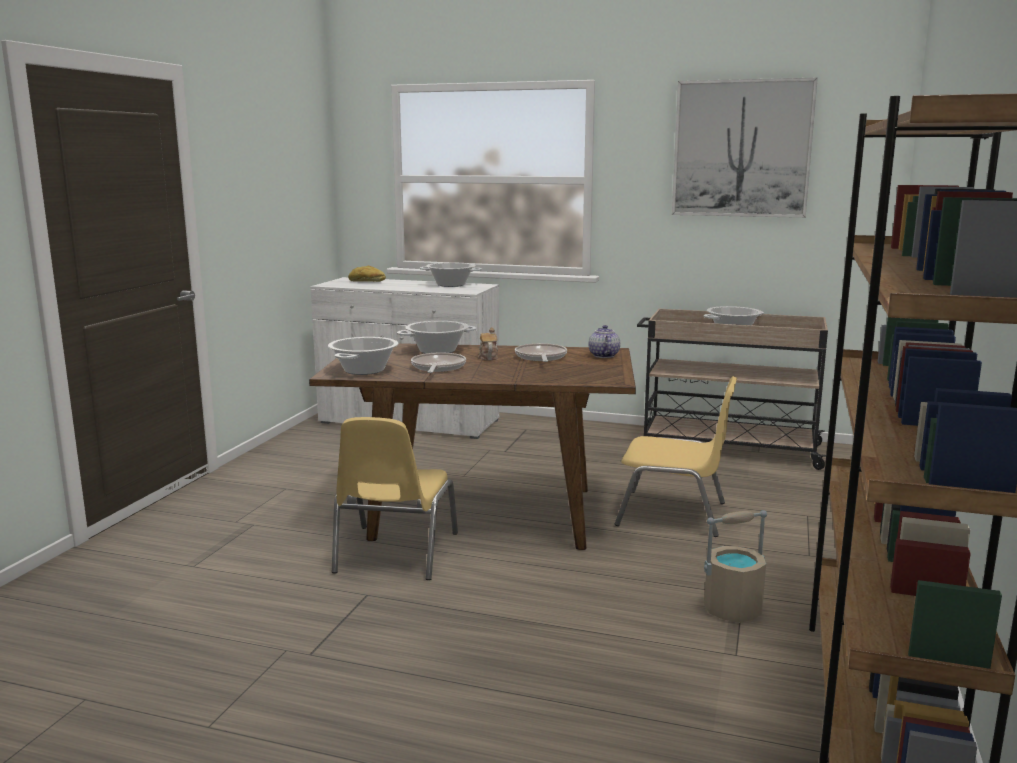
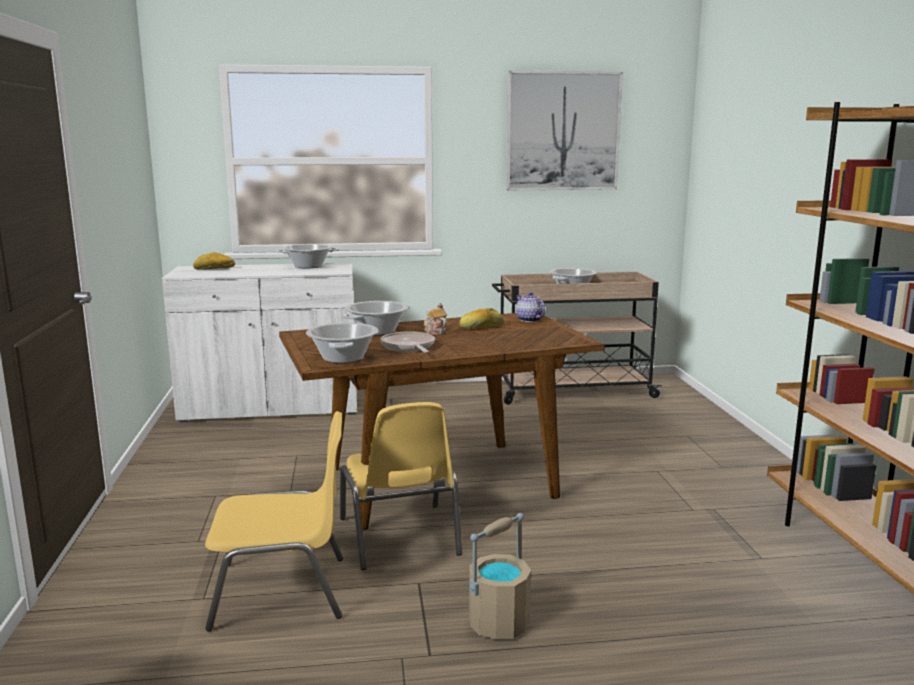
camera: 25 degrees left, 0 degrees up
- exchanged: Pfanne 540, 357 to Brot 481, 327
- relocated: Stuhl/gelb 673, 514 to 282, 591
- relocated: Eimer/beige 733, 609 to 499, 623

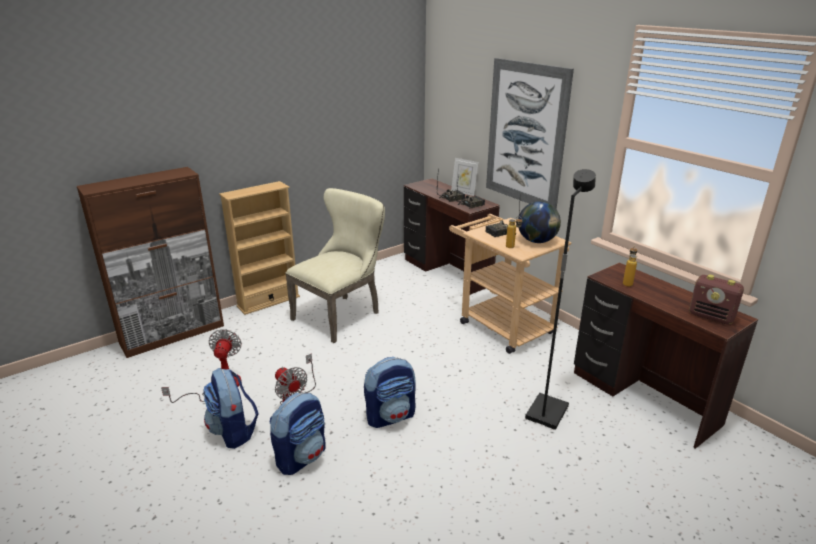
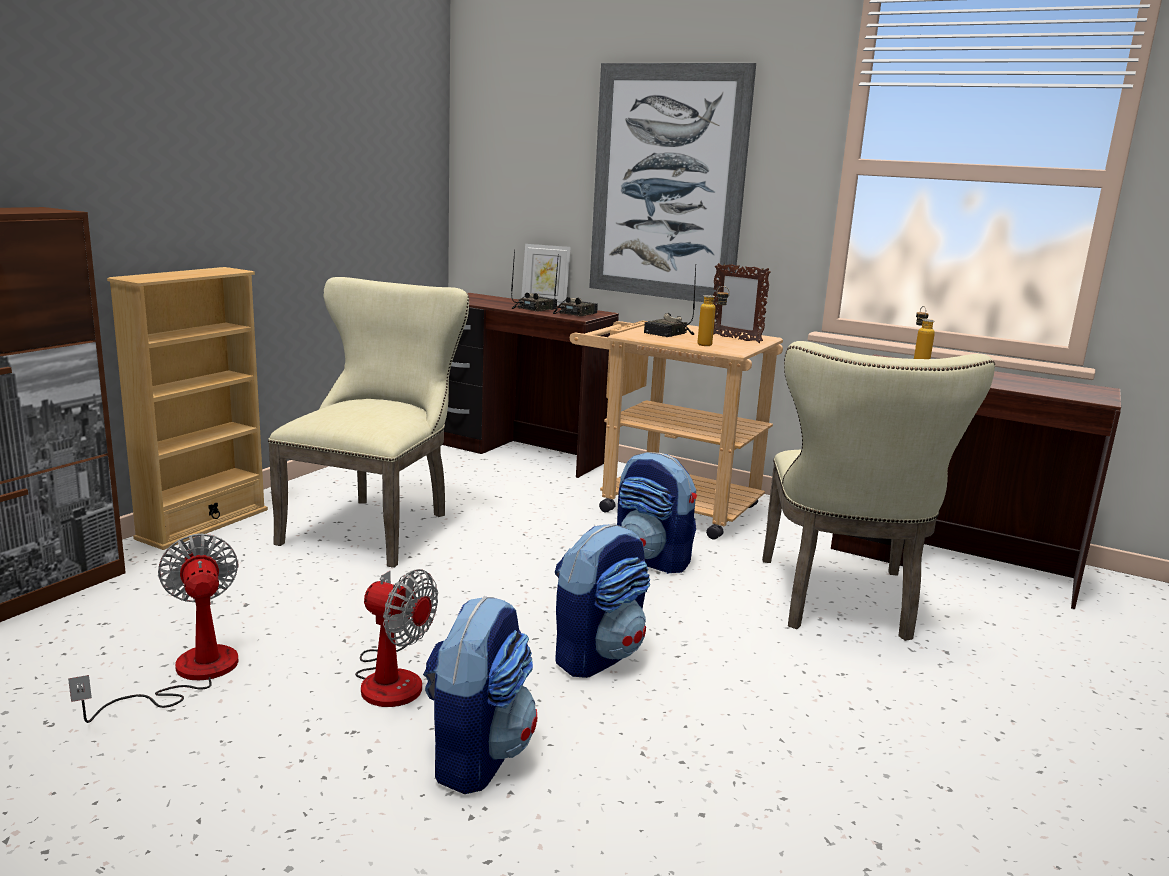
camera: 25 degrees left, 10 degrees down
- relocated: Rucksack 234, 431 to 653, 559
- exchanged: Globus 537, 241 to Bilderrahmen 735, 339
- exchanged: Stehlampe/schwarz 546, 412 to Stuhl/beige 841, 603
- missing: Radio 711, 317

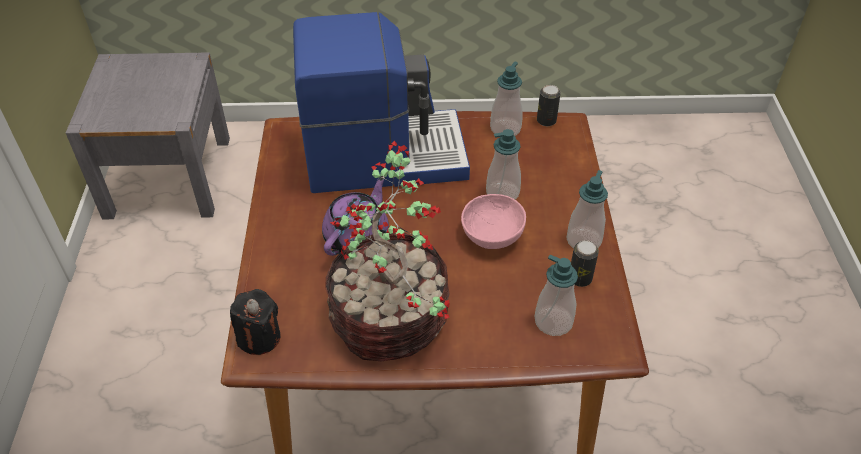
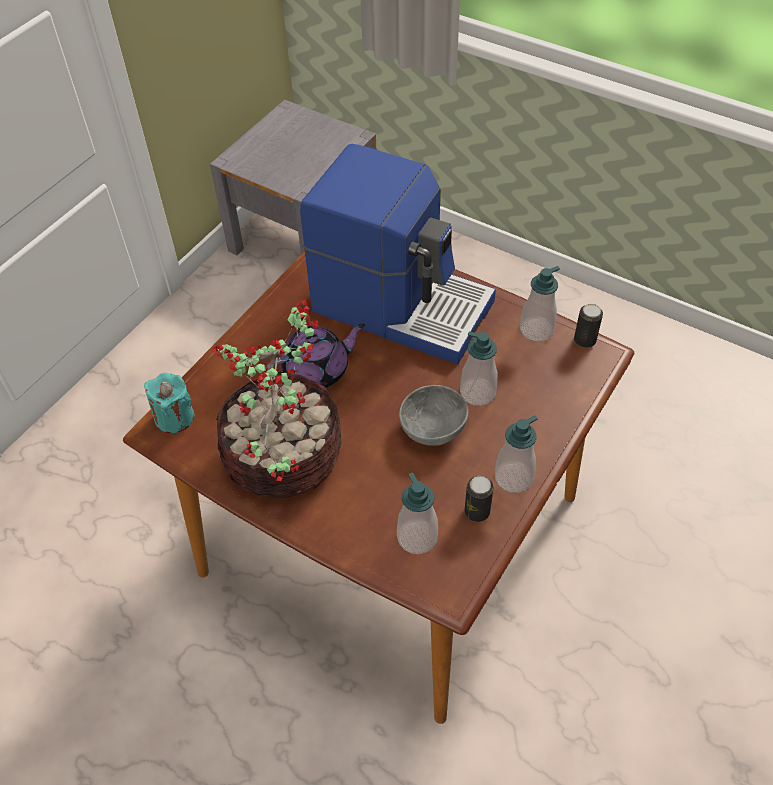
camera: 35 degrees right, 5 degrees up
- colour: Kerze/schwarz 259, 337 to Kerze/türkis 174, 417
- colour: Schüssel/rosa 491, 235 to Schüssel/grau 431, 428

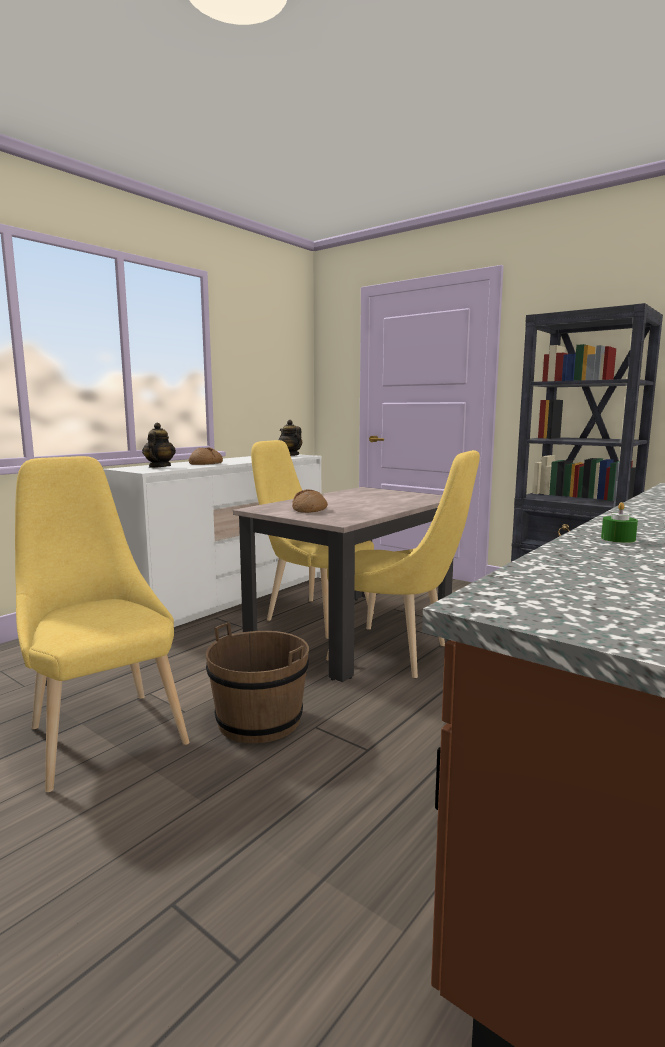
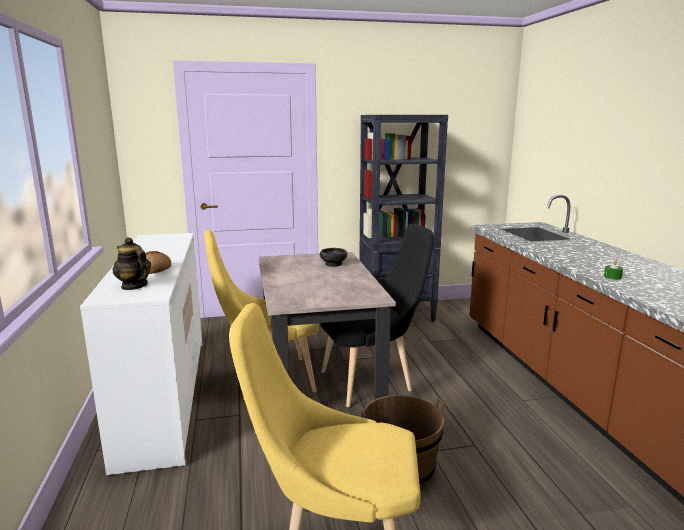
camera: 50 degrees left, 5 degrees up
- missing: Teekanne 290, 455
- missing: Brot 309, 509
- colour: Stuhl/gelb 396, 654 to Stuhl/schwarz 372, 381
- appeared: Schüssel 333, 264

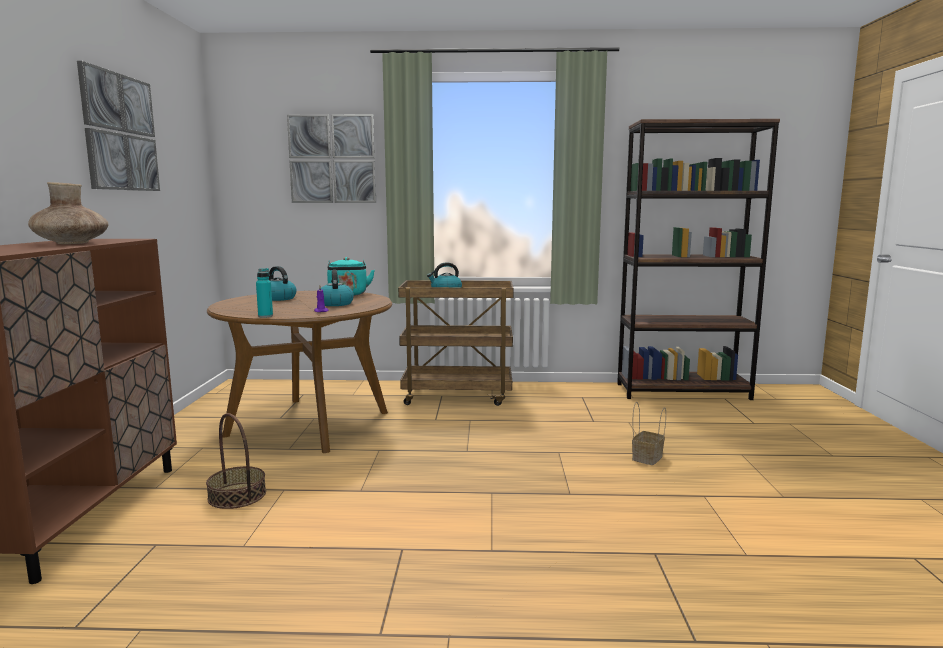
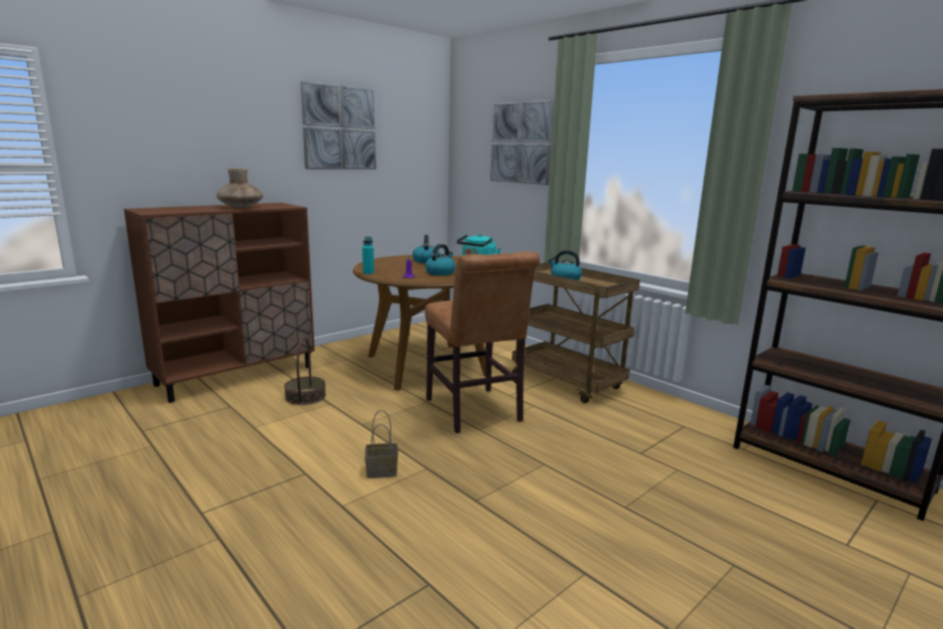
camera: 45 degrees right, 5 degrees up
- relocated: Korb 647, 457 to 383, 470
- appeared: Stuhl/braun 475, 412

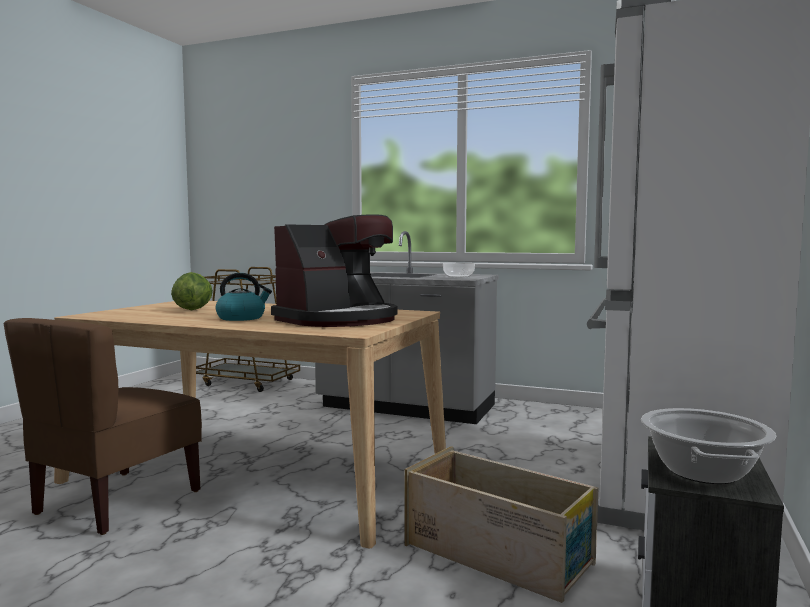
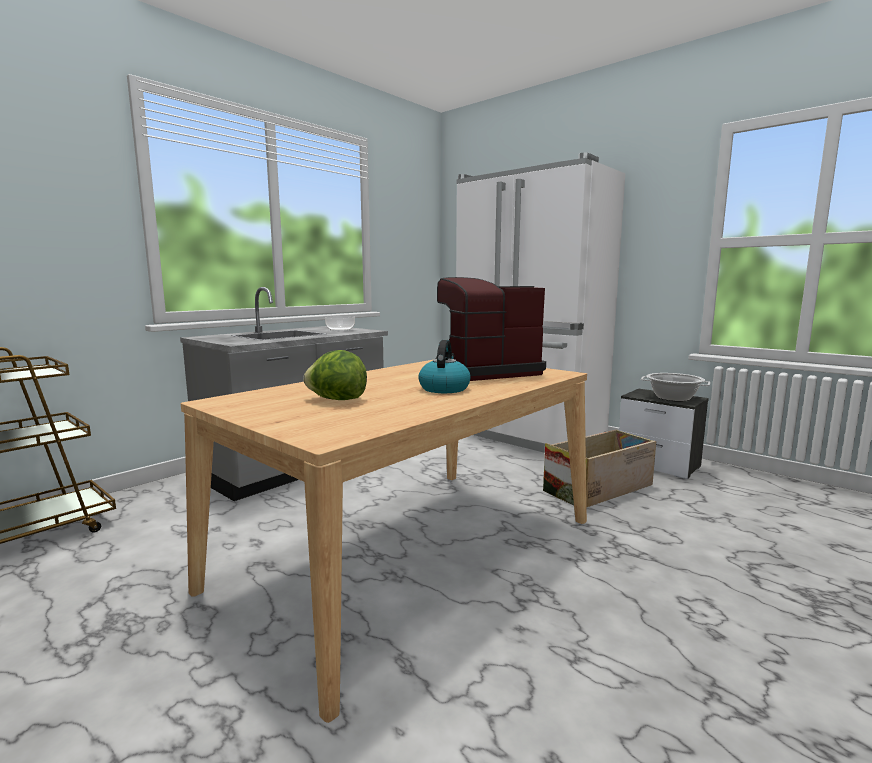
camera: 70 degrees left, 5 degrees up
- missing: Stuhl/braun 116, 502
- spun: Kaffeemaschine 338, 320 = 485, 372 90 degrees counterclockwise

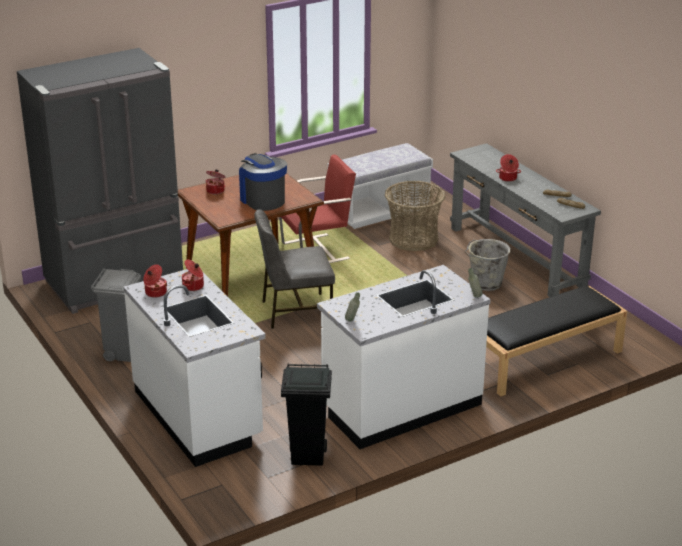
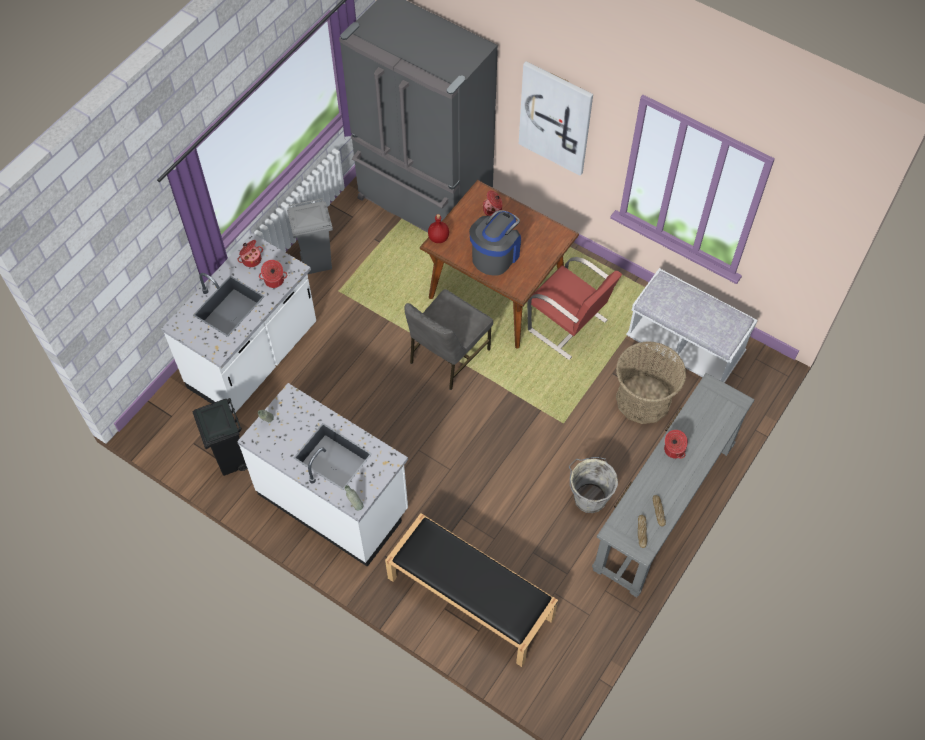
camera: 65 degrees right, 30 degrees up
- spun: Stuhl/grau 295, 311 = 448, 356 105 degrees counterclockwise
- appeared: Flasche/rot 439, 238
- appeared: Bild 555, 118

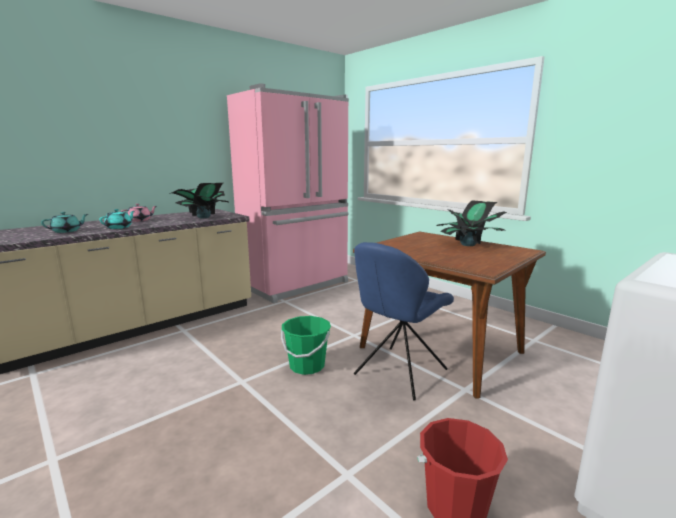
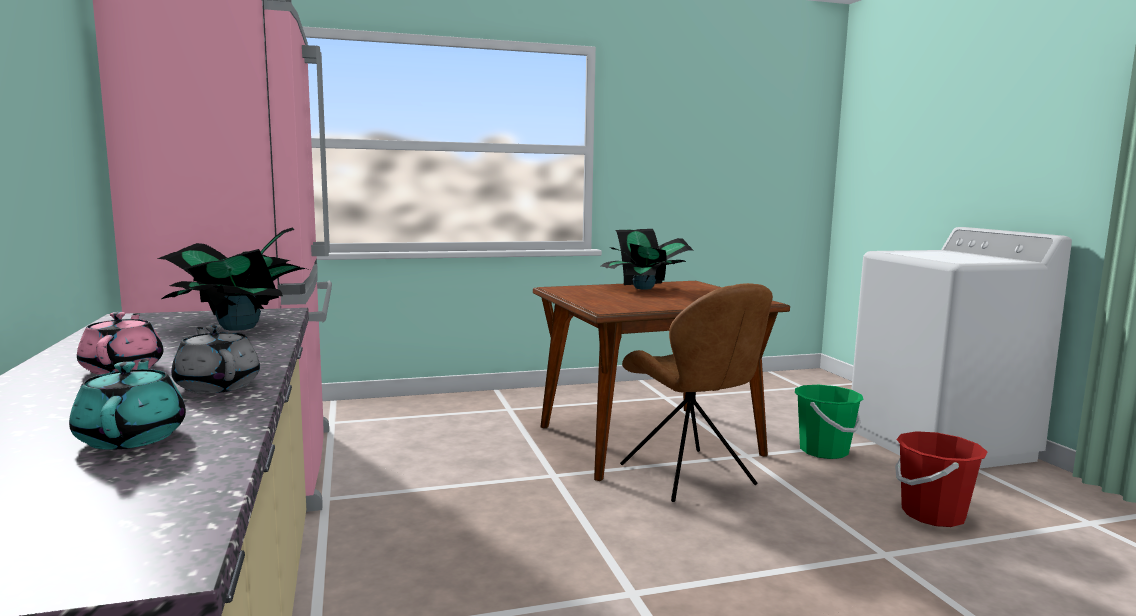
camera: 65 degrees left, 5 degrees down
- colour: Teekanne/türkis 119, 227 to Teekanne/grau 217, 386
- relocated: Eimer/grün 307, 366 to 823, 451
- colour: Stuhl/blau 398, 373 to Stuhl/braun 689, 476

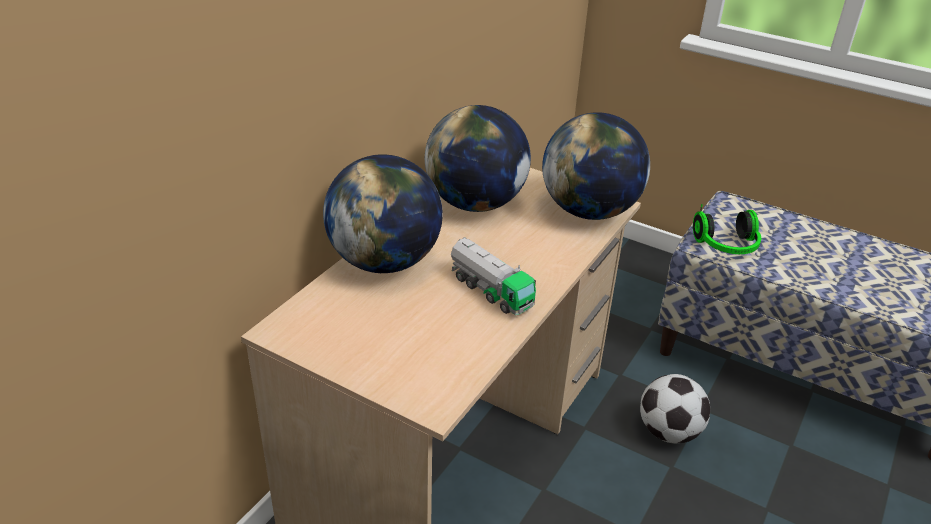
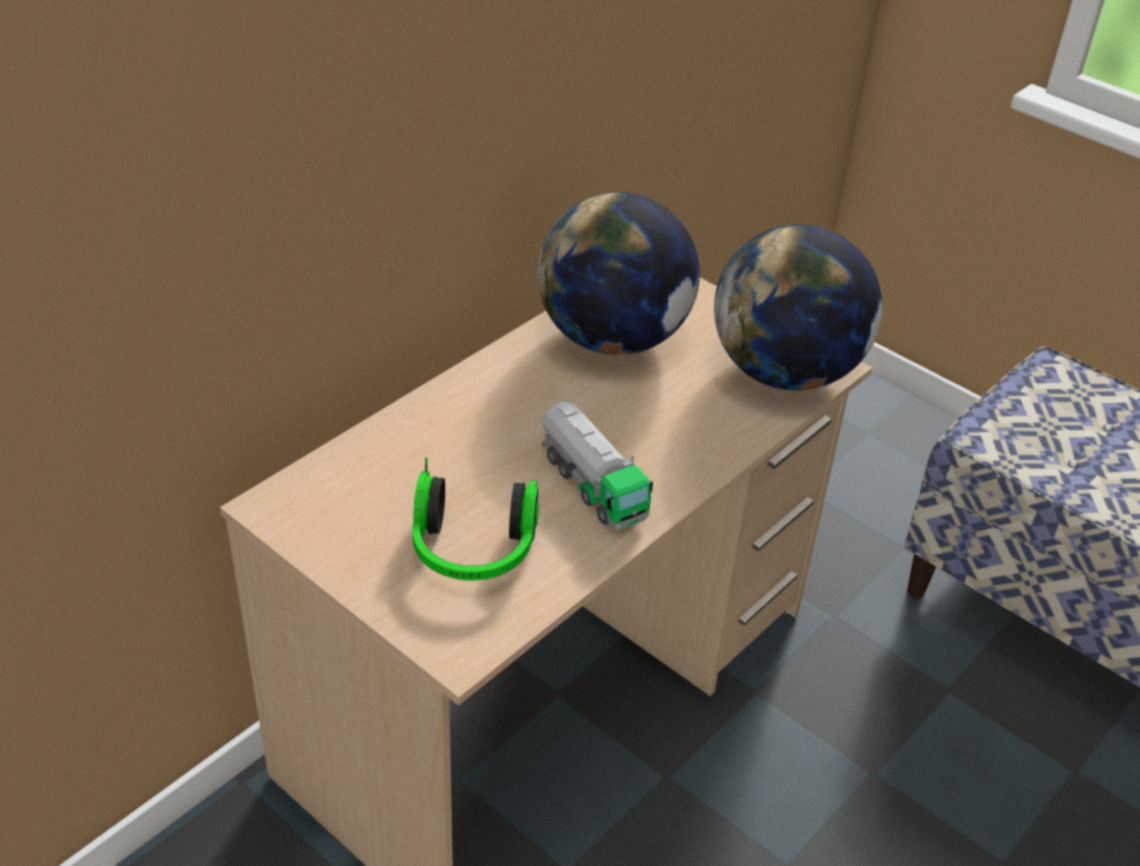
camera: 10 degrees right, 5 degrees up
- missing: Globus 384, 261
- missing: Fußball 669, 431
- relocated: Kopfhörer 727, 247 to 472, 552

